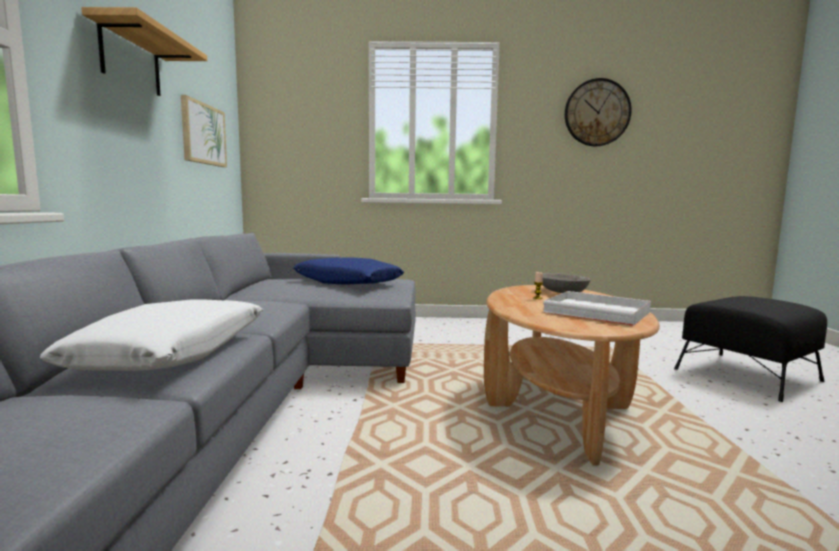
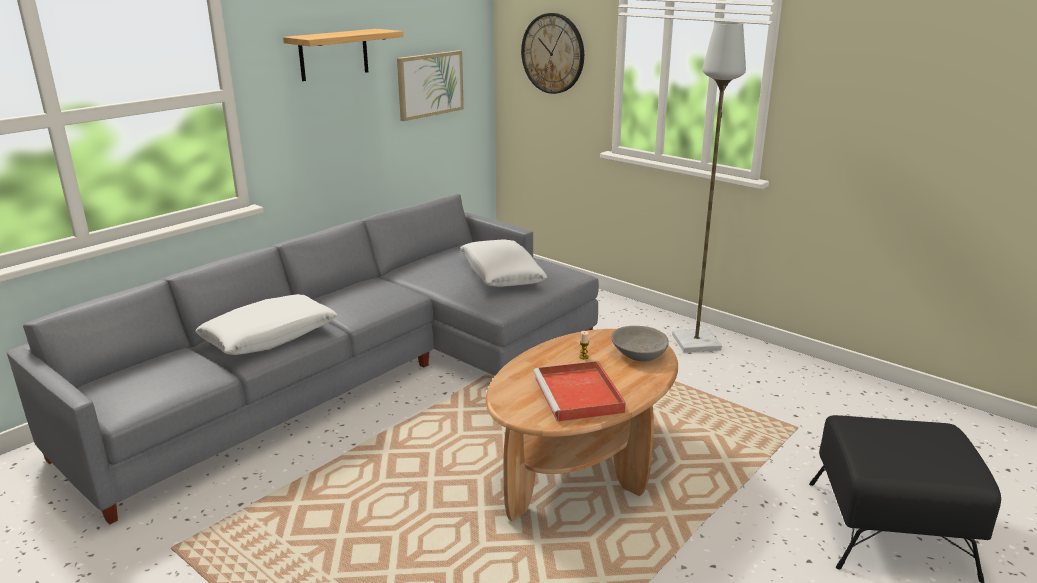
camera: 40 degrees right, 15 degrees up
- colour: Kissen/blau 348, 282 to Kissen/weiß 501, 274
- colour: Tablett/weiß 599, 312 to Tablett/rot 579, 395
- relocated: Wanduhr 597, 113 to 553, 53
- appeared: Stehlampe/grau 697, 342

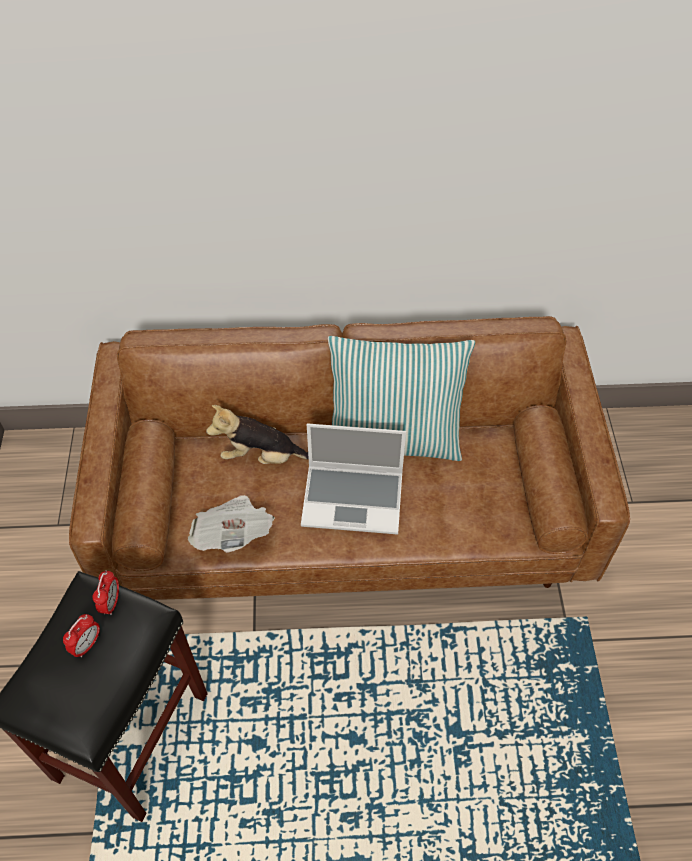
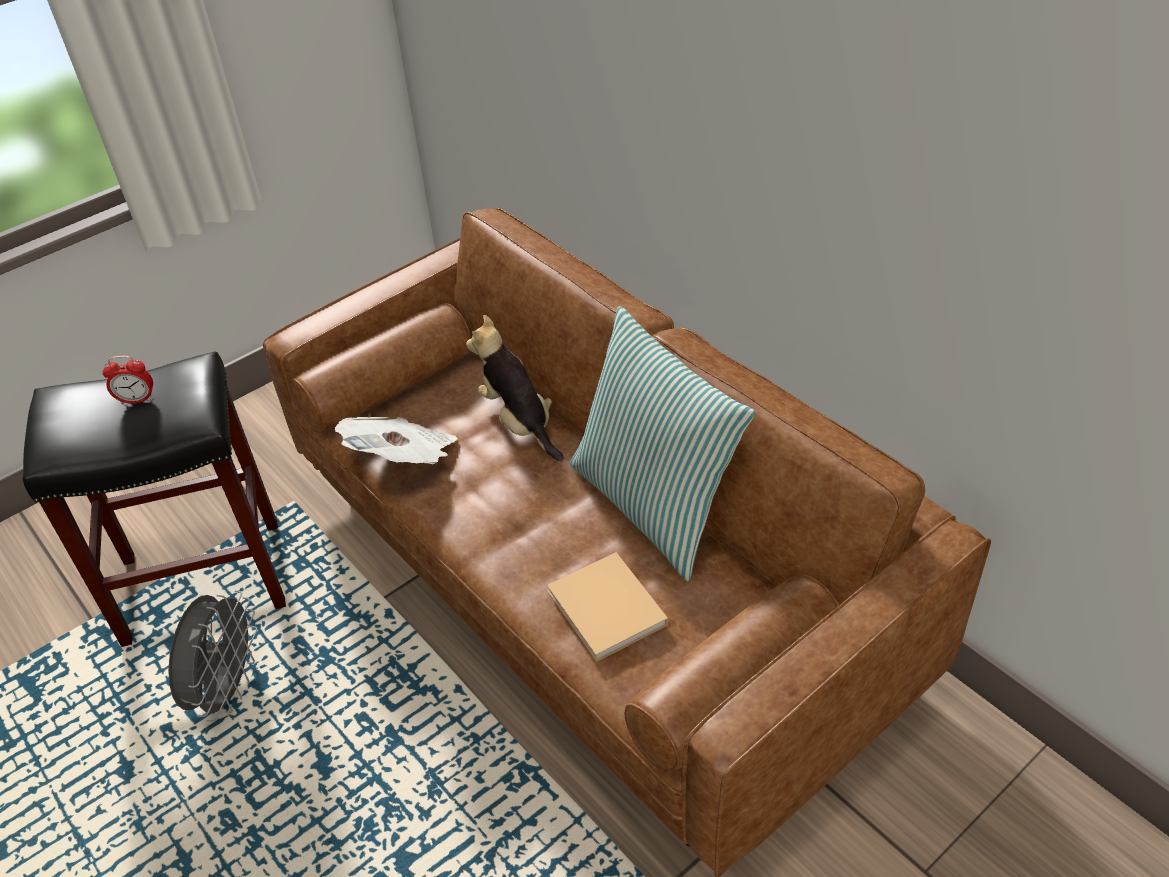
camera: 55 degrees right, 10 degrees down
- missing: Wecker 111, 603
- missing: Laptop 354, 499
- appeared: Ventilator/grau 227, 689
- appeared: Buch/beige 608, 611

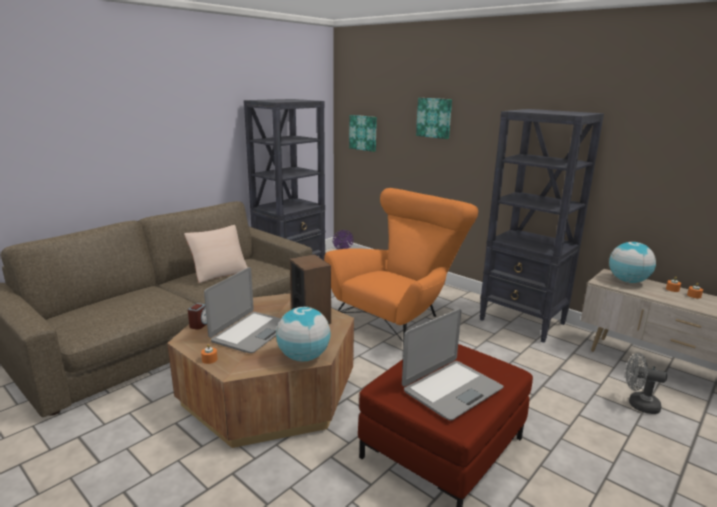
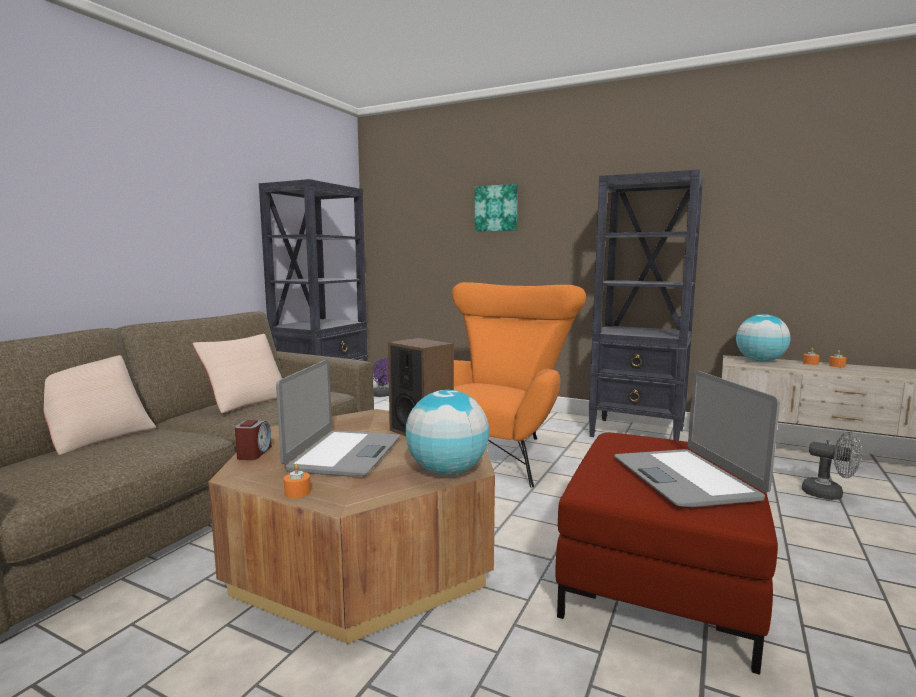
camera: 15 degrees left, 10 degrees down
- missing: Bild 363, 133
- spun: Laptop 451, 389 = 686, 478 135 degrees clockwise
- spun: Ventilator/grau 638, 404 = 829, 494 150 degrees counterclockwise
- appeared: Kissen/beige 97, 436

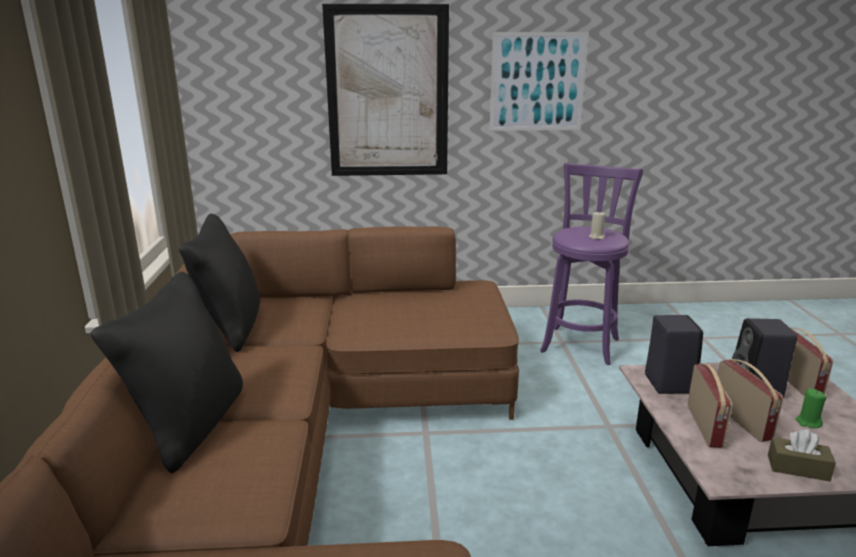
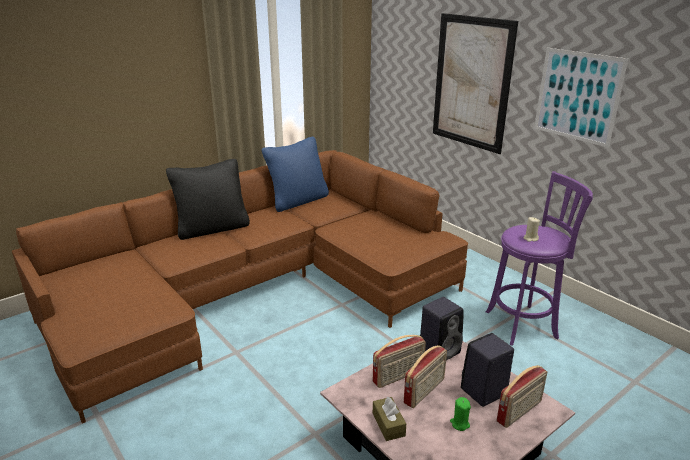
camera: 55 degrees right, 5 degrees up
- colour: Kissen/schwarz 230, 328 to Kissen/blau 297, 201

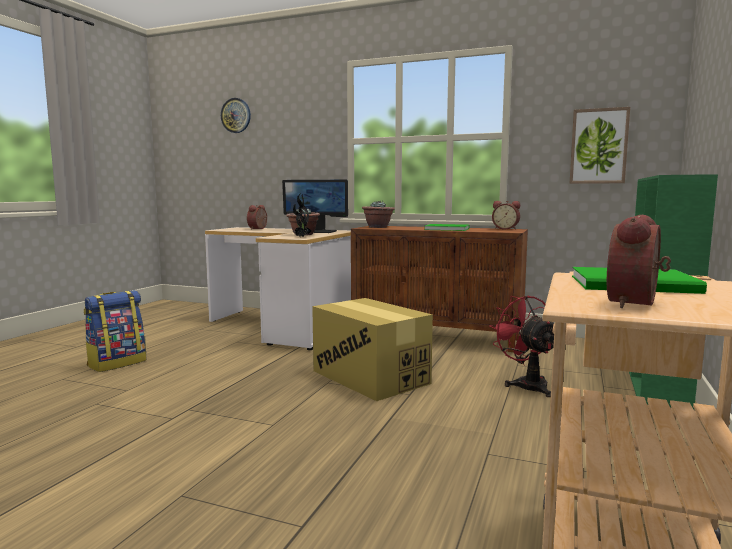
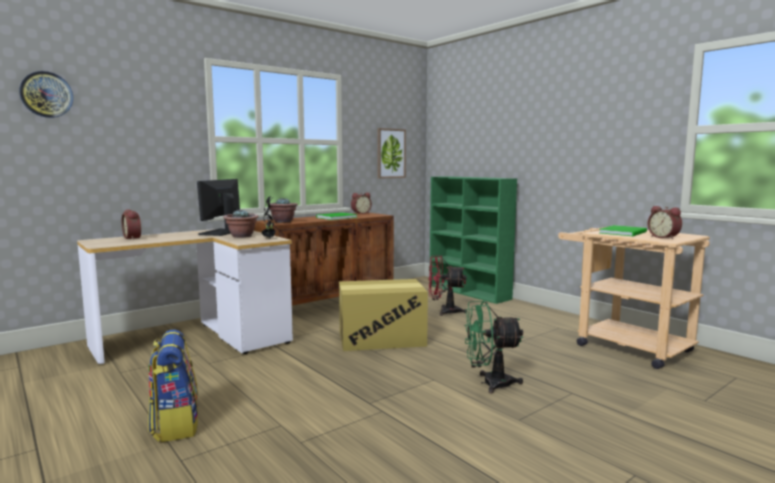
camera: 60 degrees left, 0 degrees up
- spun: Monitor 315, 231 = 221, 232 150 degrees clockwise
- appeared: Ventilator/grün 489, 383

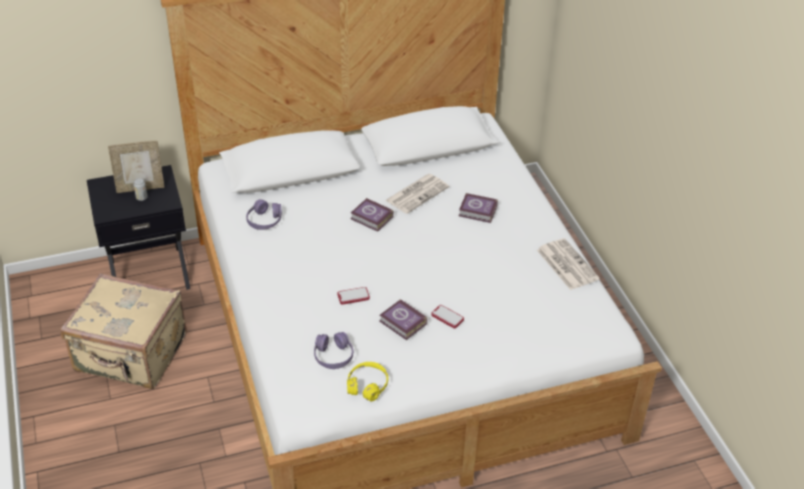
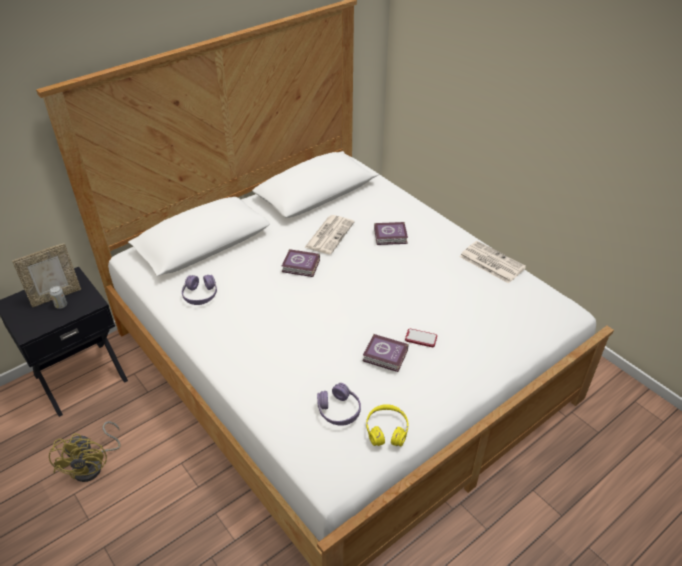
camera: 20 degrees left, 0 degrees up
- exchanged: Koffer/beige 131, 355 to Ventilator/gelb 93, 465
- missing: Handy 353, 296

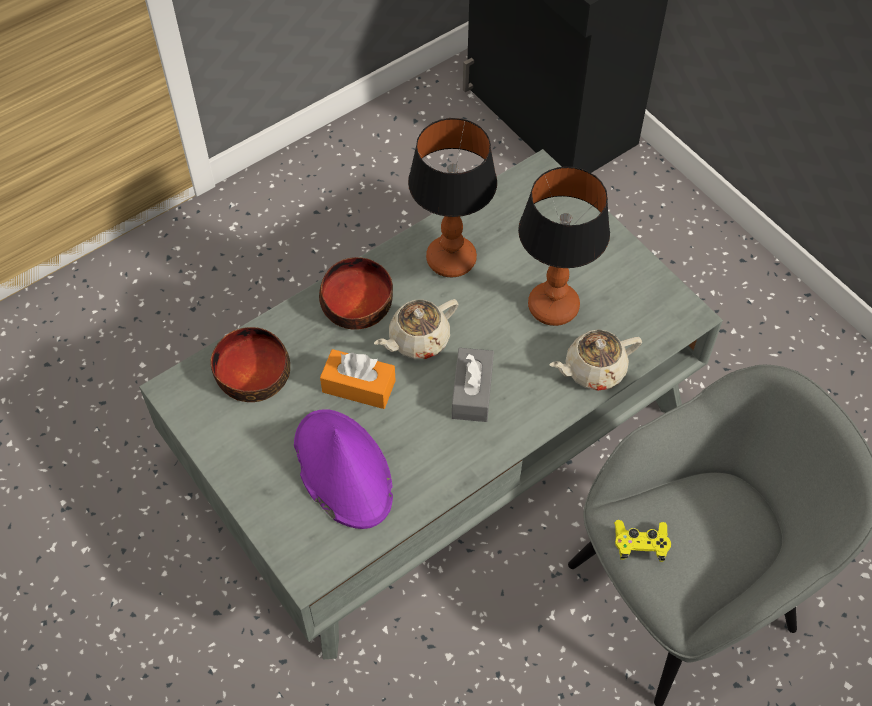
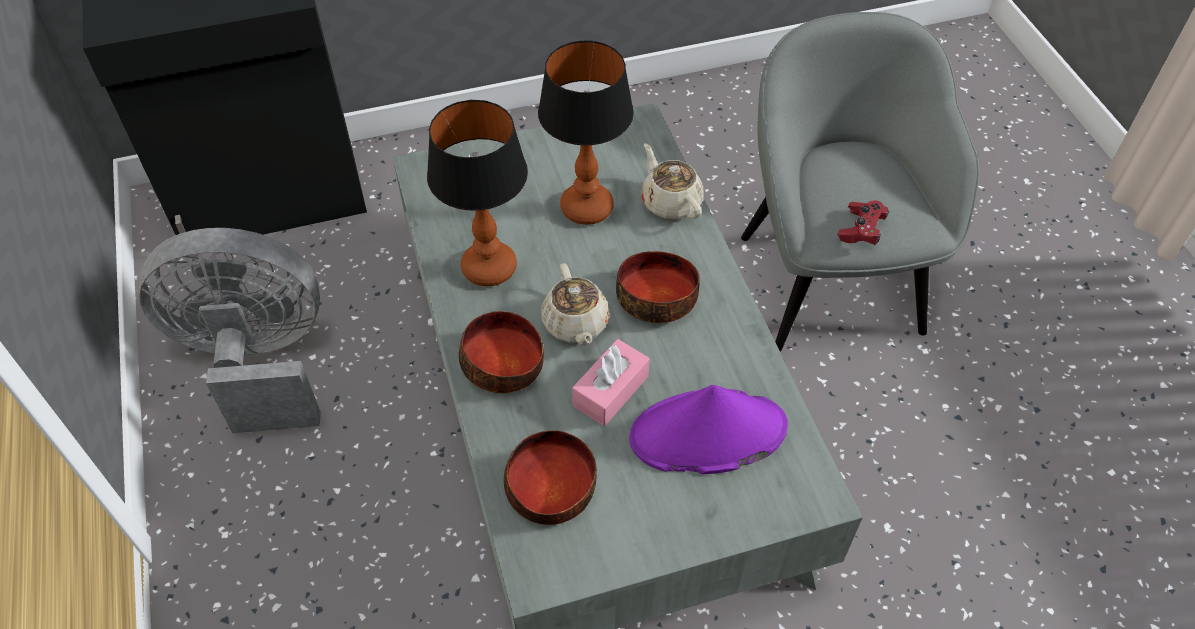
camera: 70 degrees left, 5 degrees down
- colour: Taschentuchbox/orange 358, 386 to Taschentuchbox/rosa 610, 391
- exchanged: Taschentuchbox/grau 472, 392 to Schüssel 657, 298
- spun: Teekanne/beige 593, 370 = 670, 202 150 degrees clockwise
- colour: Gamepad/gelb 640, 544 to Gamepad/rot 861, 229
- appeared: Ventilator/grau 257, 362

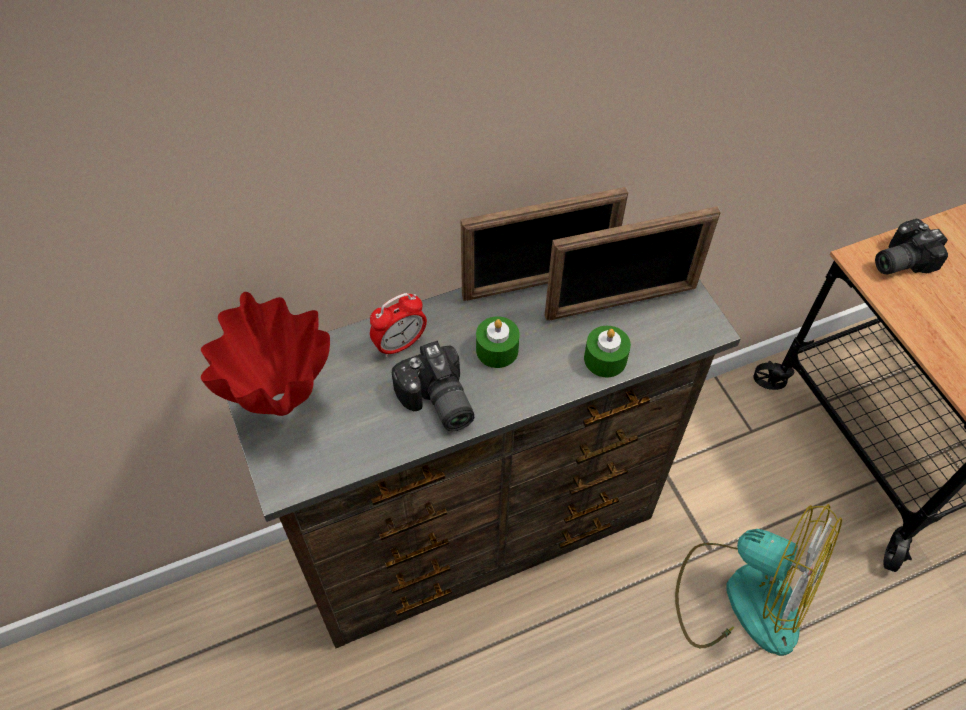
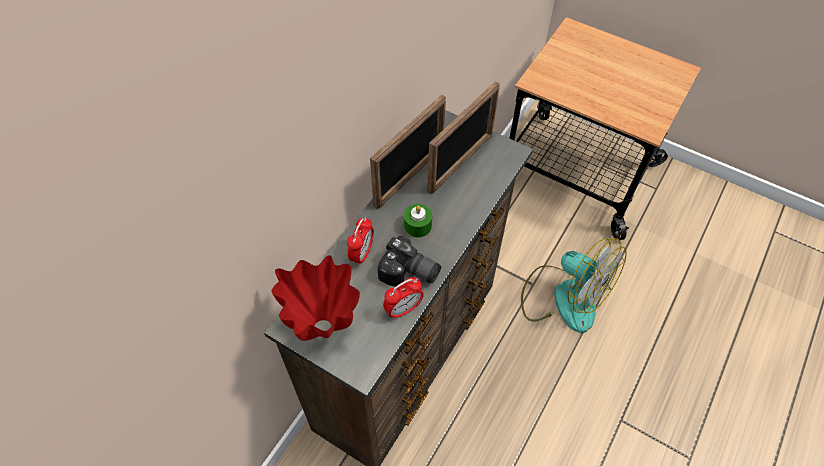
camera: 35 degrees left, 0 degrees up
- missing: Kerze/grün 605, 359
- spun: Ventilator 743, 595 = 564, 297 45 degrees clockwise
- missing: Kamera 899, 259
- appeared: Wecker 403, 309

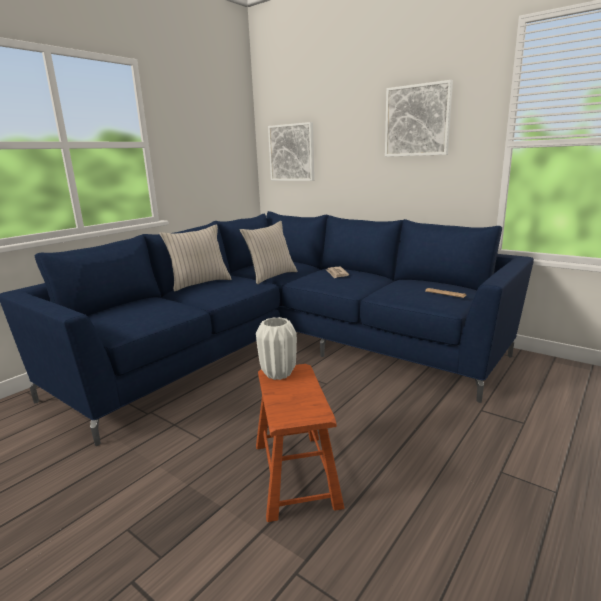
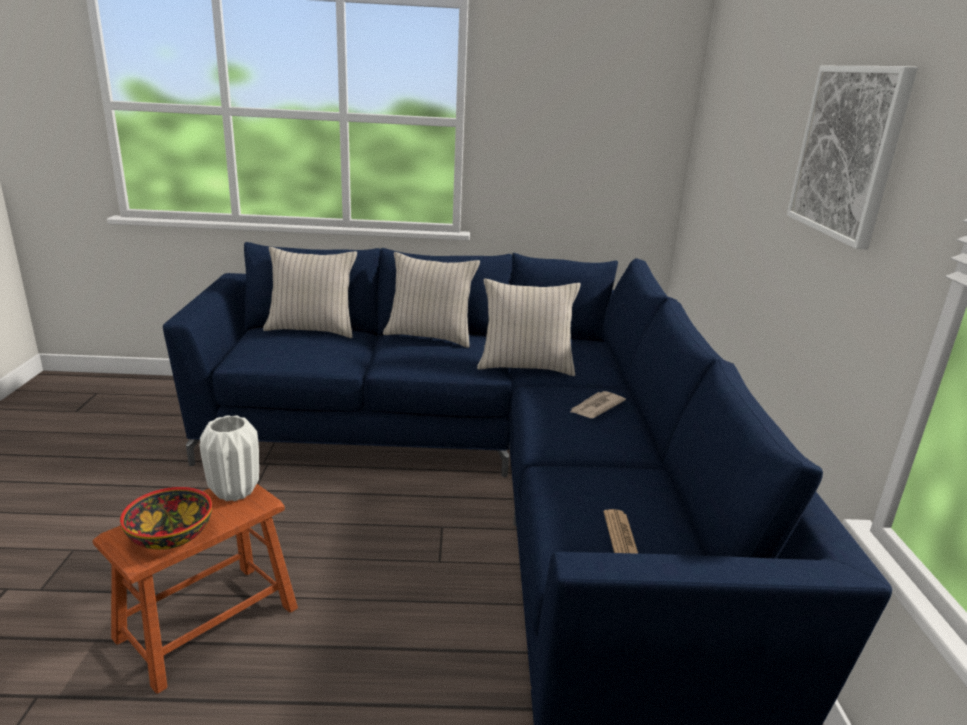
camera: 50 degrees right, 5 degrees up
- missing: Bild 292, 152
- appeared: Schüssel 169, 536
- appeared: Kissen/beige 312, 329

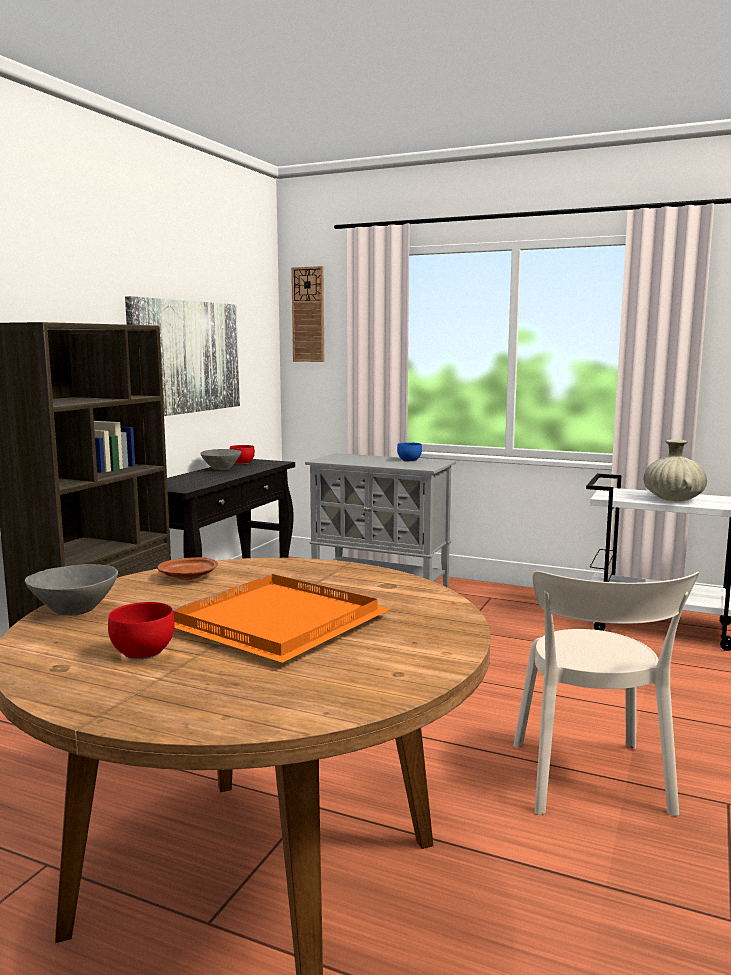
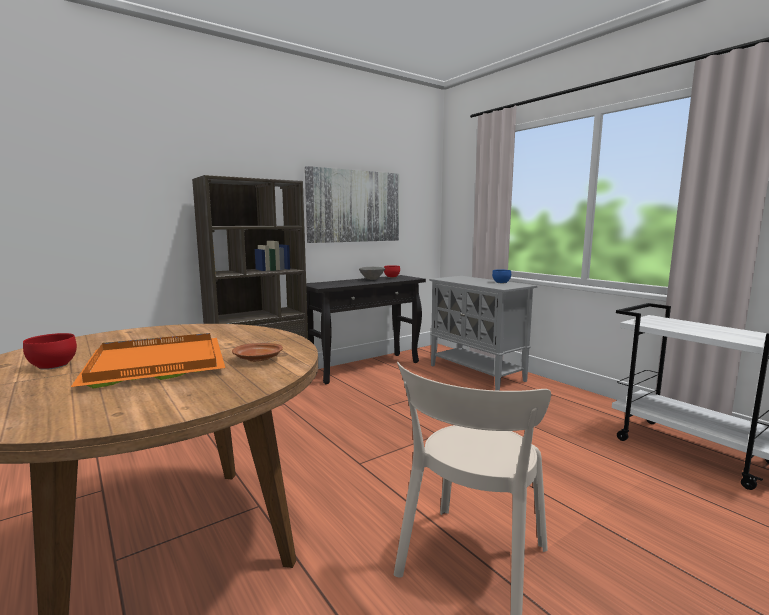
camera: 30 degrees right, 0 degrees up
- missing: Schüssel/grau 74, 610
- relocated: Teller/braun 189, 577 to 258, 359
- missing: Wanduhr 308, 314
- missing: Vase/beige 673, 500

